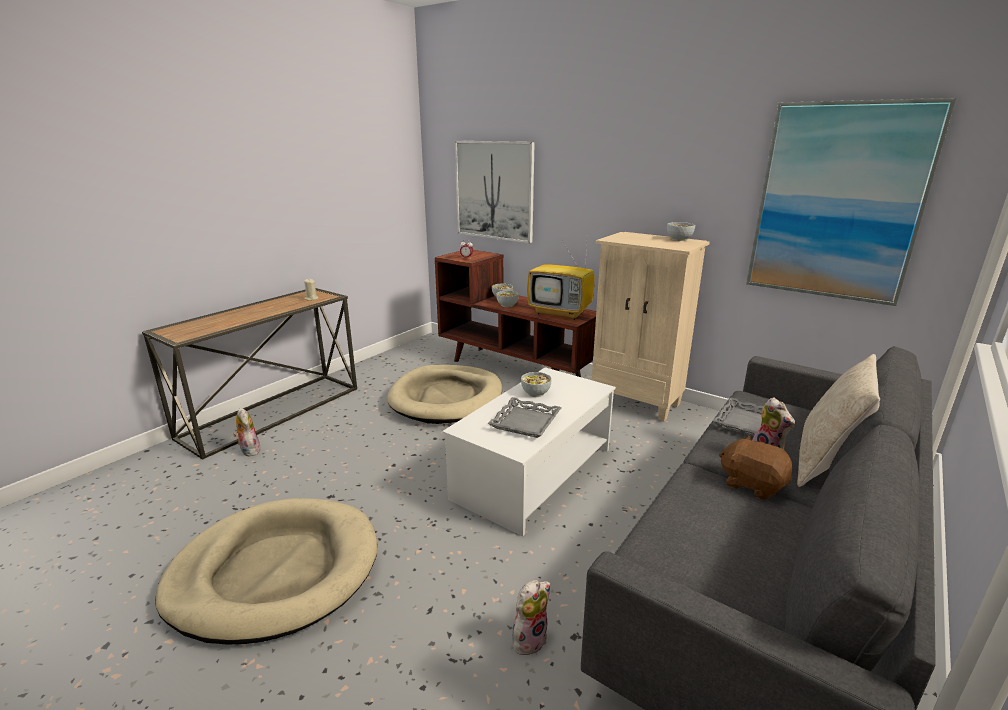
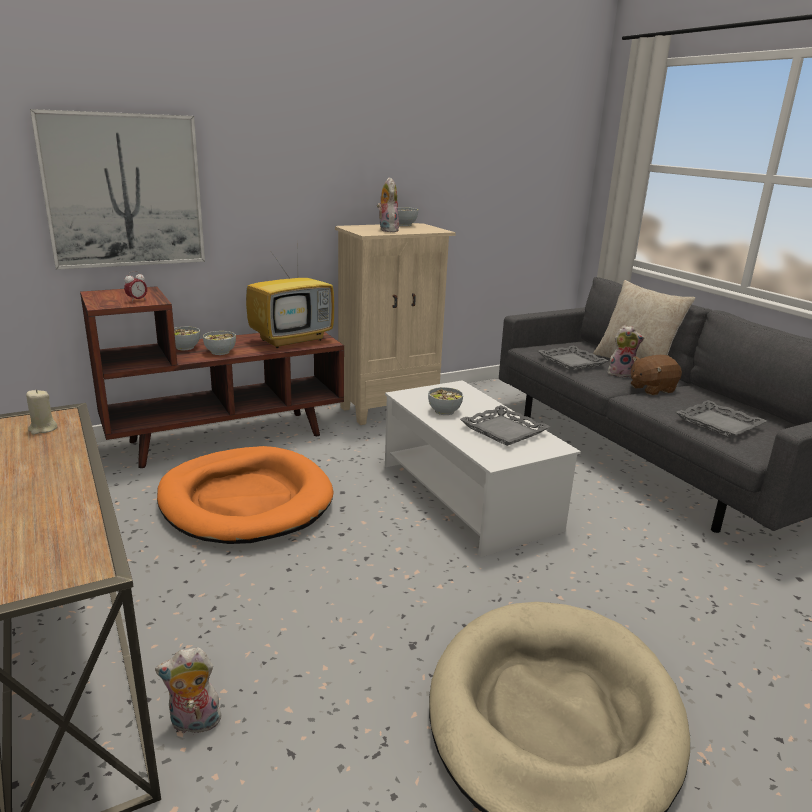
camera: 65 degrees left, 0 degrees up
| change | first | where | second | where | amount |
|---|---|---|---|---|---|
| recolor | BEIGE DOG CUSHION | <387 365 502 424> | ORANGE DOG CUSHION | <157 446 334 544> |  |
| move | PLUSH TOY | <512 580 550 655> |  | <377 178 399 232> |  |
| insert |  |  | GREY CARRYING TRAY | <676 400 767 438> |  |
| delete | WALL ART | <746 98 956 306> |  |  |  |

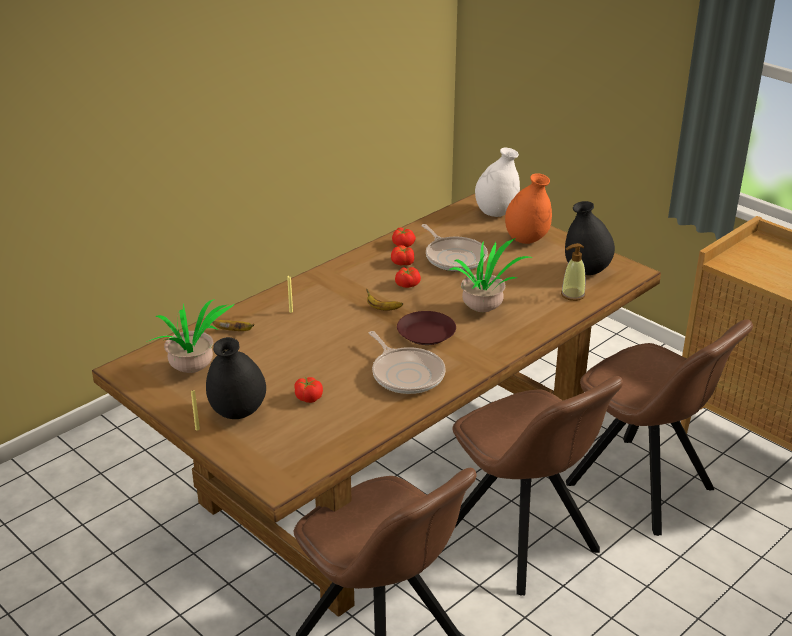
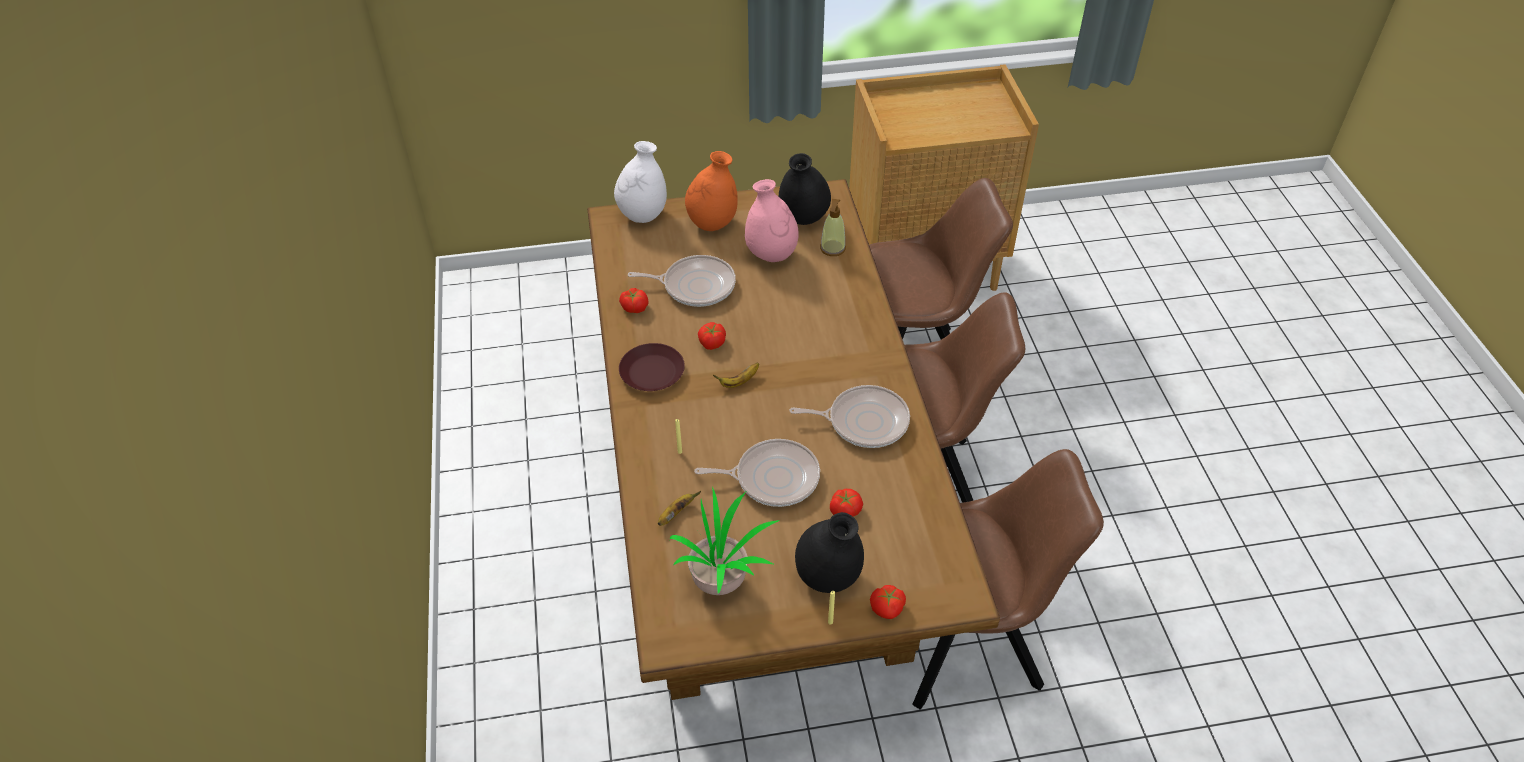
camera: 55 degrees left, 15 degrees up
| change | first | where | second | where | amount |
|---|---|---|---|---|---|
| move | BROWN-COLOURED FLAT DISH | <397 311 456 345> |  | <619 343 685 391> |  |
| insert |  |  | SKILLET | <694 439 820 507> |  |
| insert |  |  | PINK-COLOURED DECORATIVE VASE | <745 179 799 262> |  |
| move | TOMATO | <391 245 414 265> |  | <870 585 906 619> |  |
| delete | POTTED PLANT | <449 238 533 312> |  |  |  |

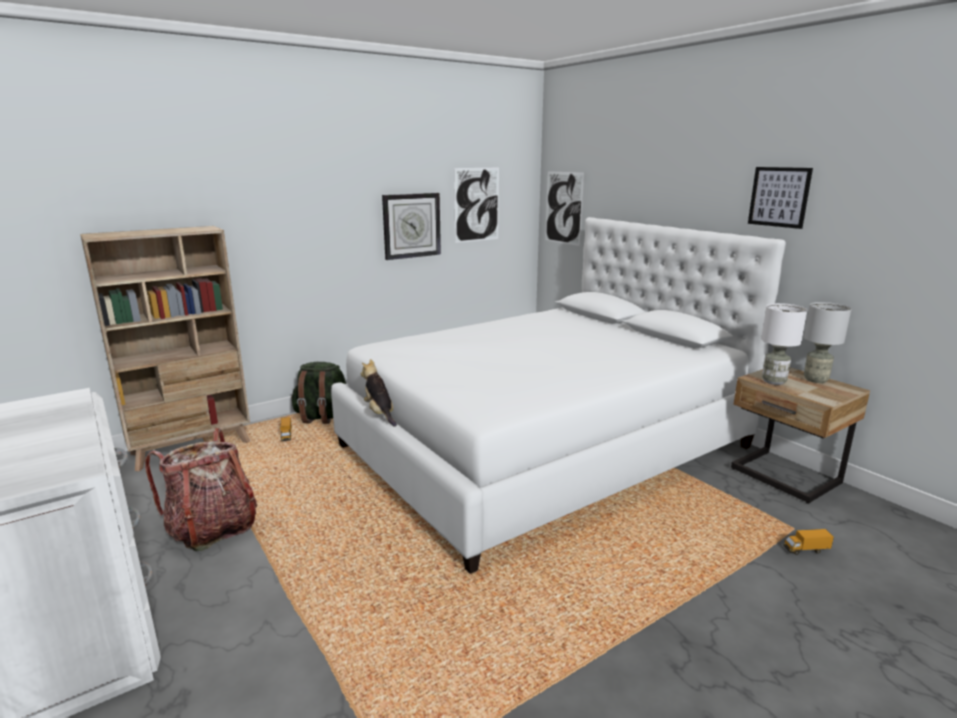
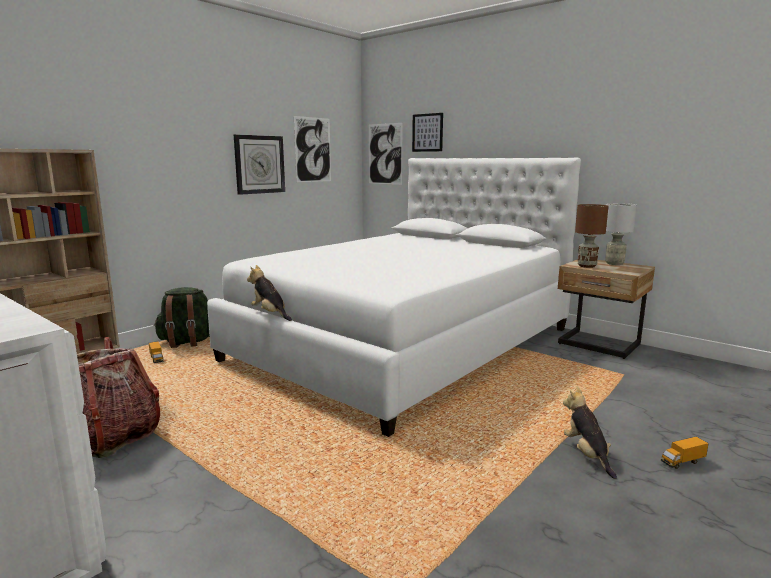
camera: 15 degrees left, 5 degrees down
| change | first | where | second | where | amount |
|---|---|---|---|---|---|
| move | WALL ART | <748 167 813 229> |  | <412 113 443 152> |  |
| insert |  |  | PLUSH TOY | <563 387 617 479> |  |
| recolor | WHITISH TABLE LAMP | <761 303 807 385> | BROWN-COLOURED TABLE LAMP | <575 204 609 268> |  |
| move | TOY LORRY | <783 529 834 555> |  | <661 437 709 469> |  |

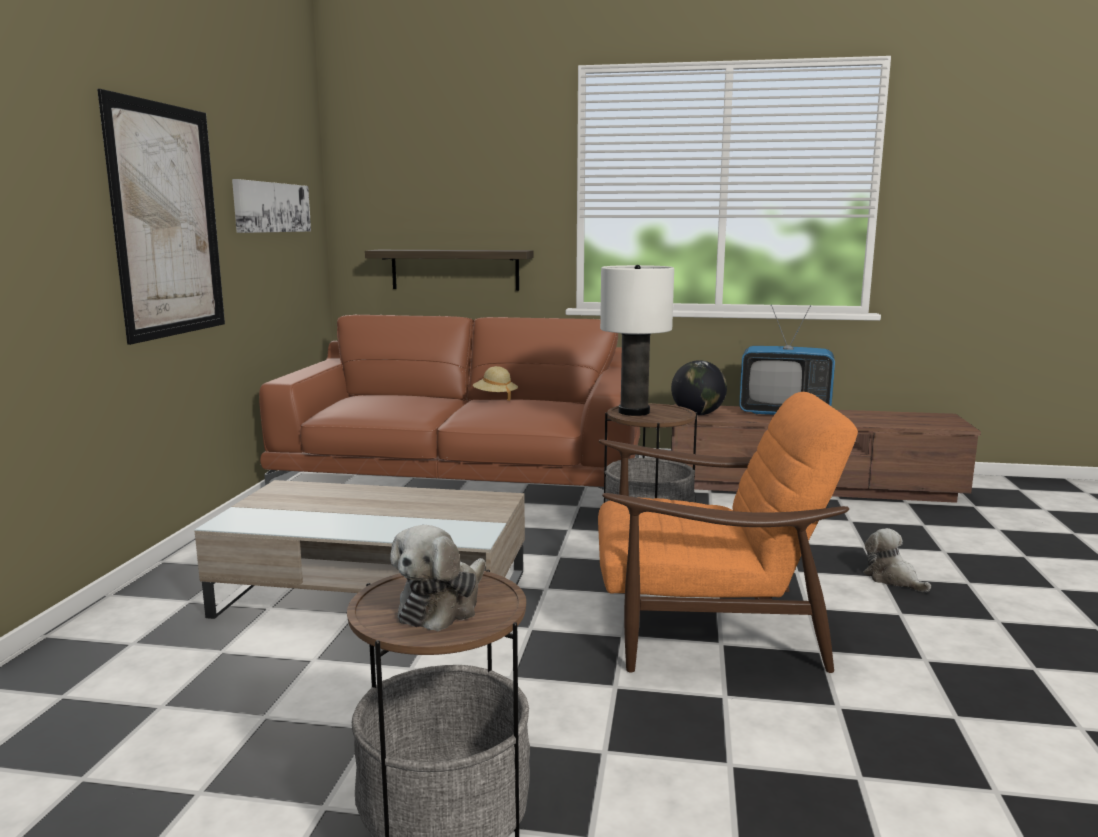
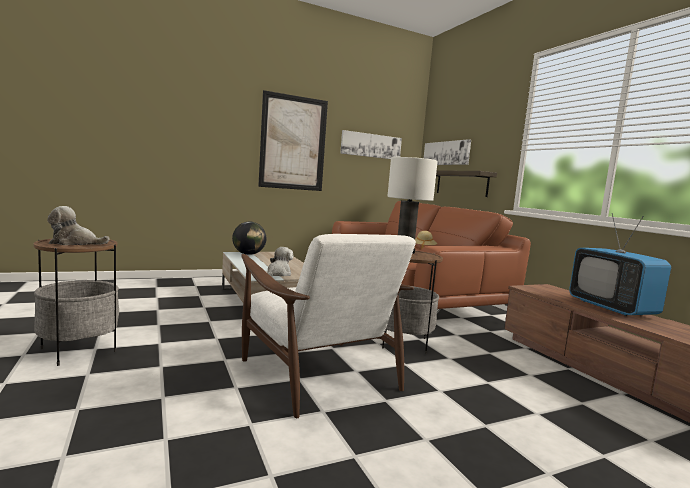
camera: 55 degrees right, 5 degrees down
| change | first | where | second | where | amount |
|---|---|---|---|---|---|
| move | WORLD GLOBE | <671 360 727 415> |  | <232 222 267 255> |  |
| recolor | ORANGE EASY CHAIR | <598 392 858 673> | WHITISH EASY CHAIR | <241 234 416 418> |  |
| move | PLUSH TOY | <863 528 931 592> |  | <266 247 293 277> |  |
| insert |  |  | WALL ART | <424 139 471 165> |  |

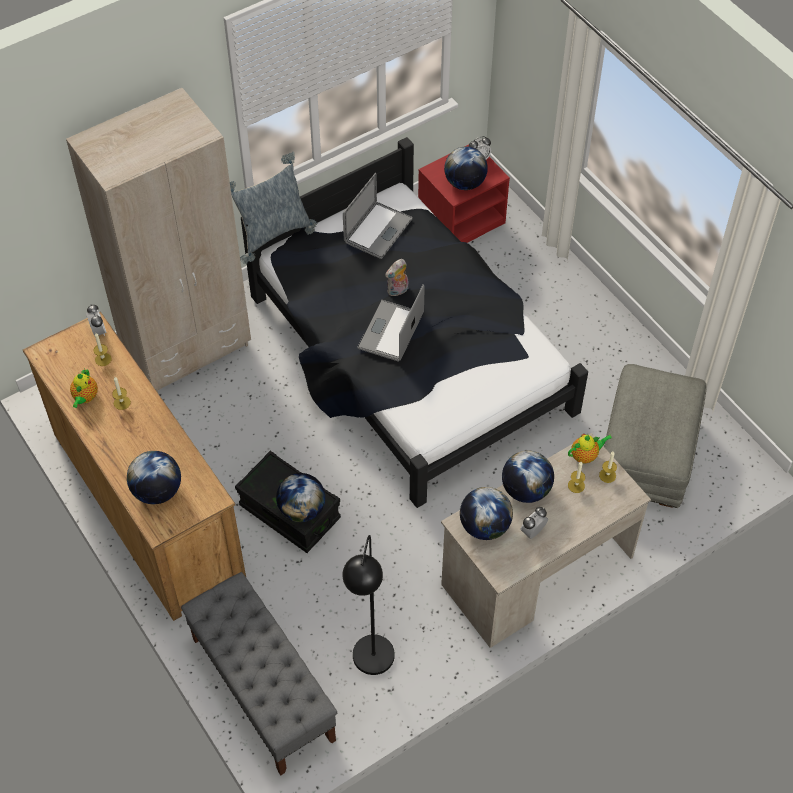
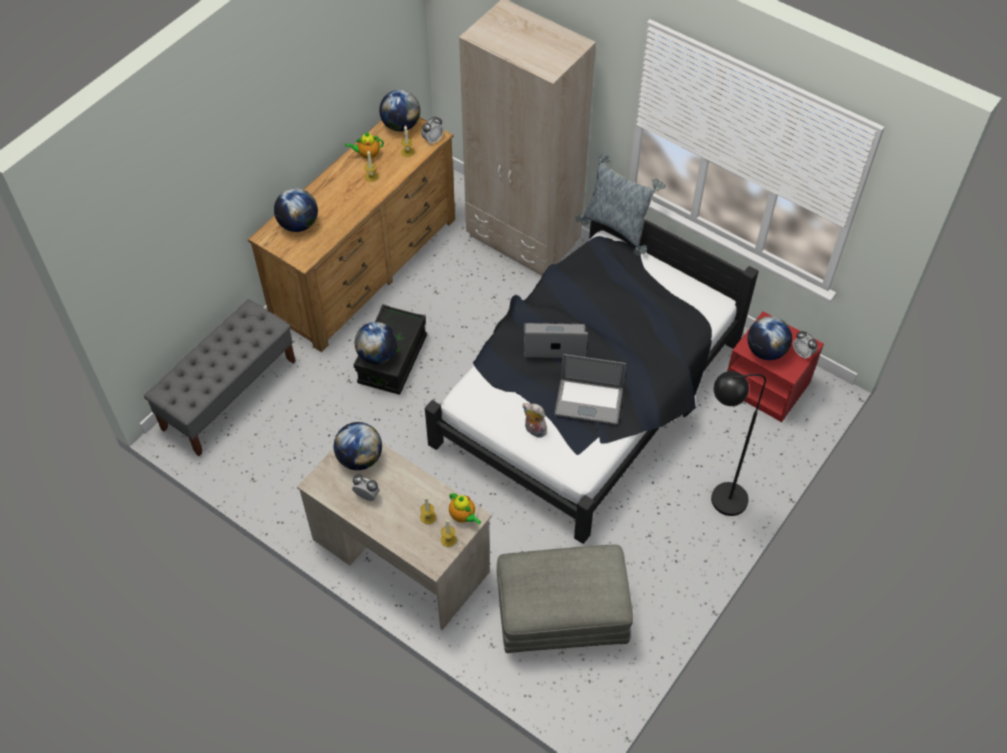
camera: 70 degrees right, 0 degrees up
| change | first | where | second | where | amount |
|---|---|---|---|---|---|
| move | WORLD GLOBE | <502 451 554 503> |  | <379 90 420 132> |  |
| move | PLUSH TOY | <385 259 409 296> |  | <523 403 547 438> |  |
| move | NOTEBOOK COMPUTER | <343 173 413 259> |  | <555 354 626 425> |  |
| move | BLACK-COLOURED STANDING LAMP | <342 535 395 675> |  | <711 371 766 516> |  |

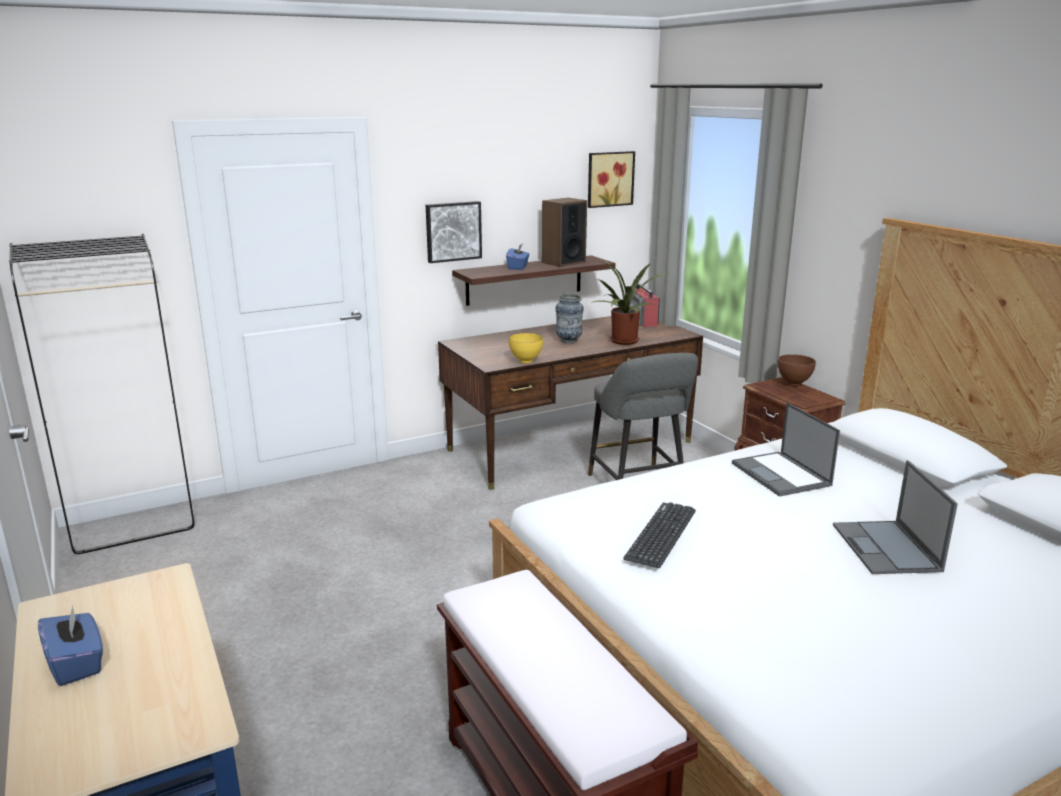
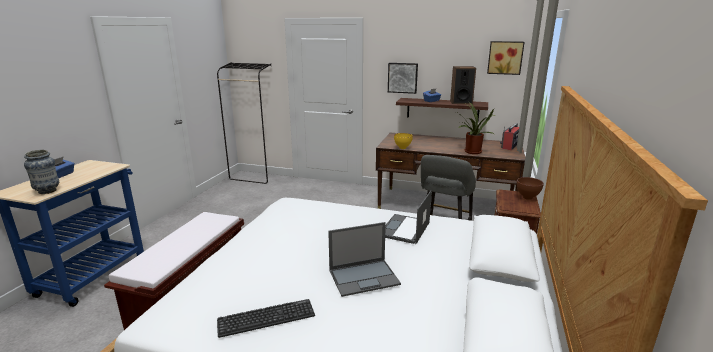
camera: 45 degrees right, 0 degrees up
| change | first | where | second | where | amount |
|---|---|---|---|---|---|
| move | DECORATIVE VASE | <556 293 584 343> |  | <24 150 59 194> |  |
| move | PC KEYBOARD | <623 502 696 568> |  | <217 299 315 338> |  |
| rotate | NOTEBOOK COMPUTER | <833 460 958 574> |  | <328 222 401 297> | 150 degrees counterclockwise |

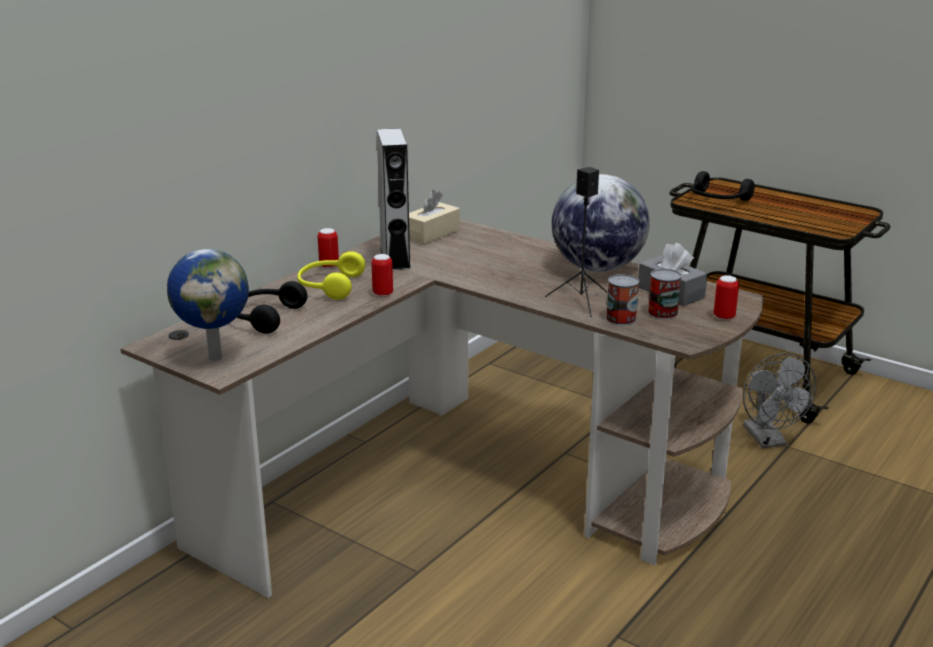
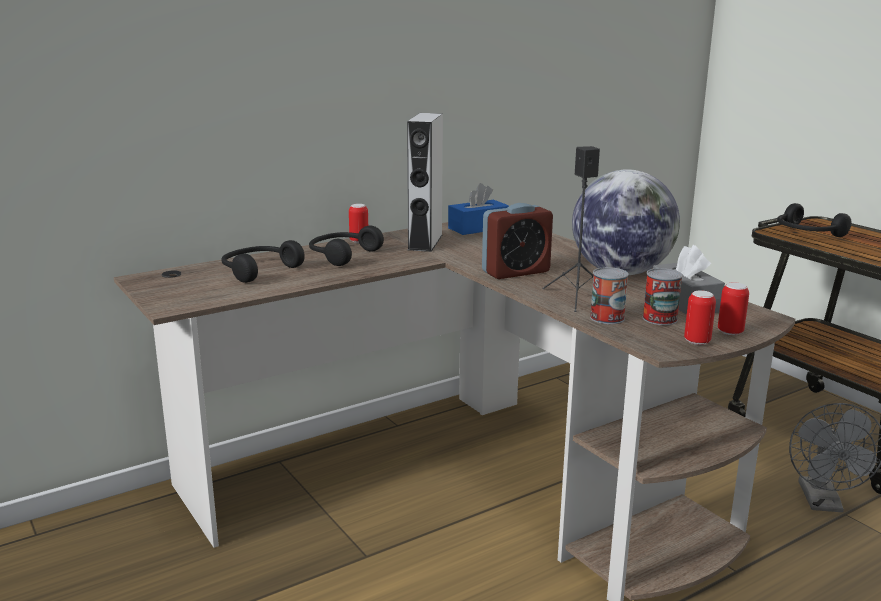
camera: 20 degrees right, 5 degrees down
| change | first | where | second | where | amount |
|---|---|---|---|---|---|
| recolor | YELLOW-COLOURED PAIR OF HEADPHONES | <297 251 365 300> | BLACK-COLOURED PAIR OF HEADPHONES | <309 226 384 266> |  |
| recolor | BEIGE TISSUE HOLDER | <409 190 460 244> | BLUISH TISSUE HOLDER | <448 183 509 235> |  |
| insert |  |  | ALARM CLOCK | <482 203 553 279> |  |
| move | SEALED CAN | <371 254 393 297> |  | <684 290 716 345> |  |
| delete | WORLD GLOBE | <167 249 249 361> |  |  |  |

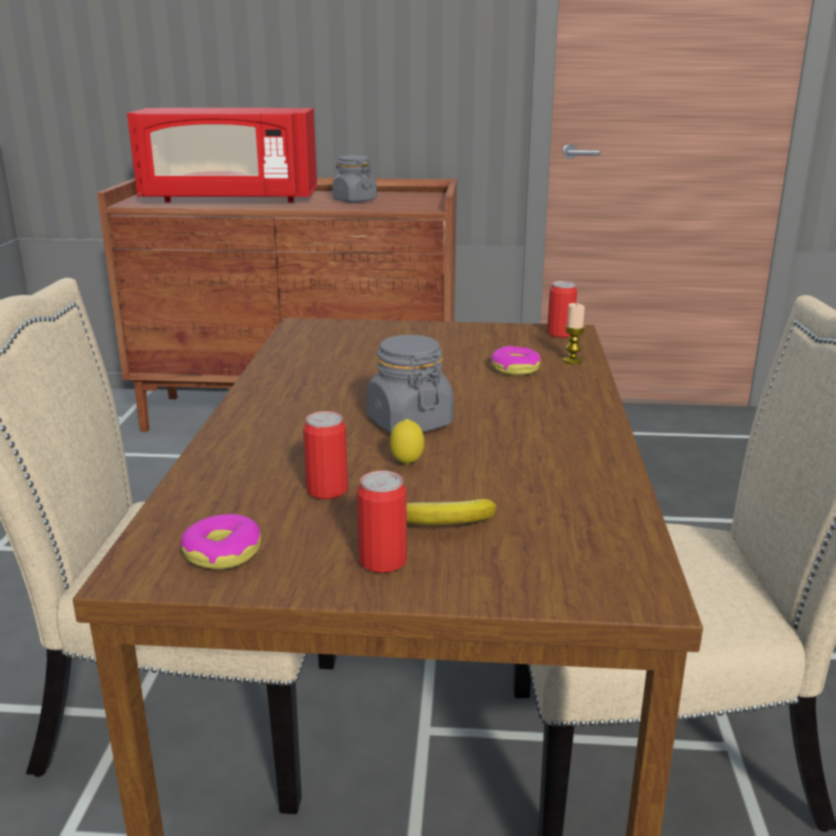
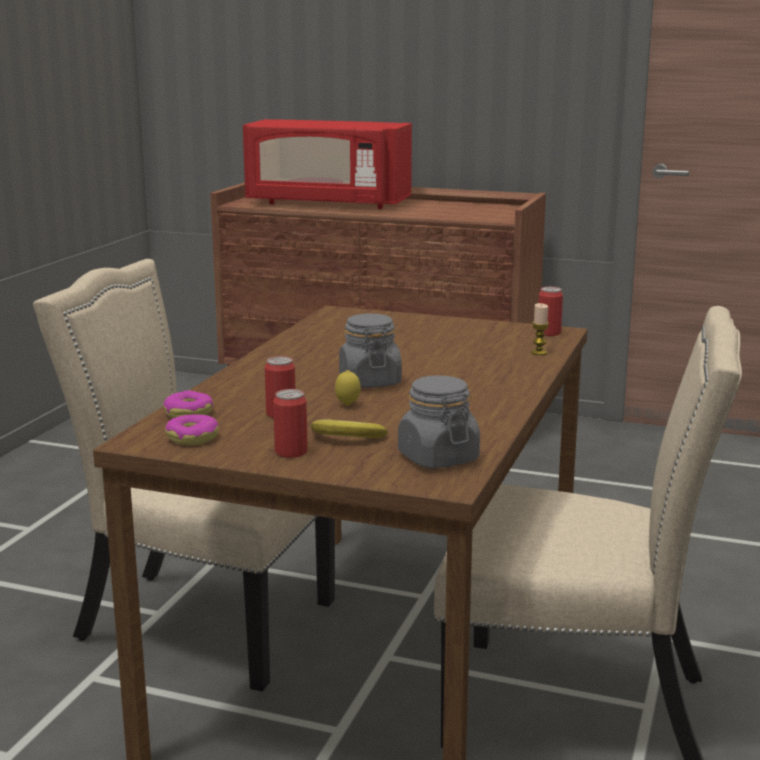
camera: 15 degrees right, 5 degrees down
| change | first | where | second | where | amount |
|---|---|---|---|---|---|
| move | DOUGHNUT | <491 346 541 375> |  | <163 390 213 418> |  |
| move | GREY JAR | <332 155 377 203> |  | <398 375 480 469> |  |

